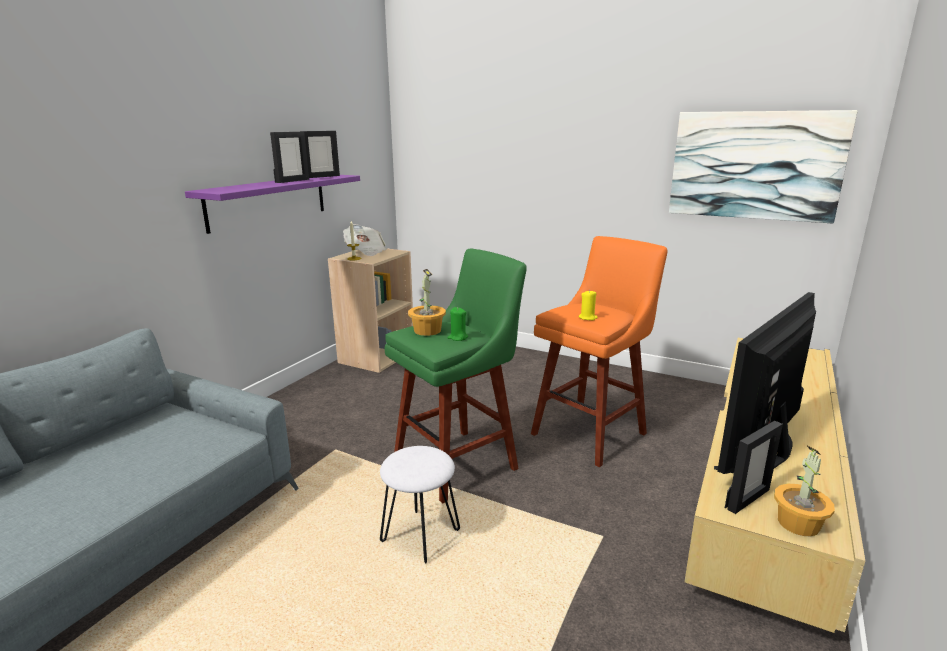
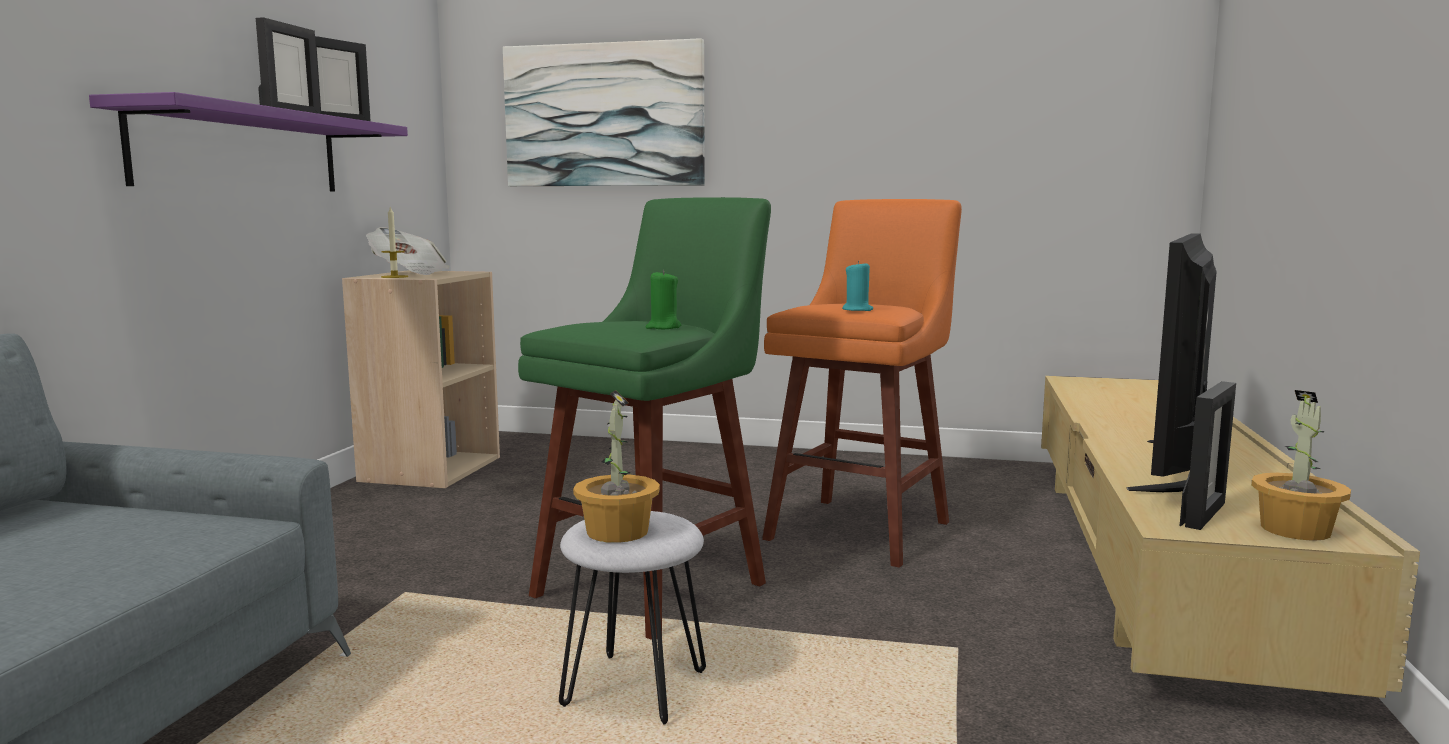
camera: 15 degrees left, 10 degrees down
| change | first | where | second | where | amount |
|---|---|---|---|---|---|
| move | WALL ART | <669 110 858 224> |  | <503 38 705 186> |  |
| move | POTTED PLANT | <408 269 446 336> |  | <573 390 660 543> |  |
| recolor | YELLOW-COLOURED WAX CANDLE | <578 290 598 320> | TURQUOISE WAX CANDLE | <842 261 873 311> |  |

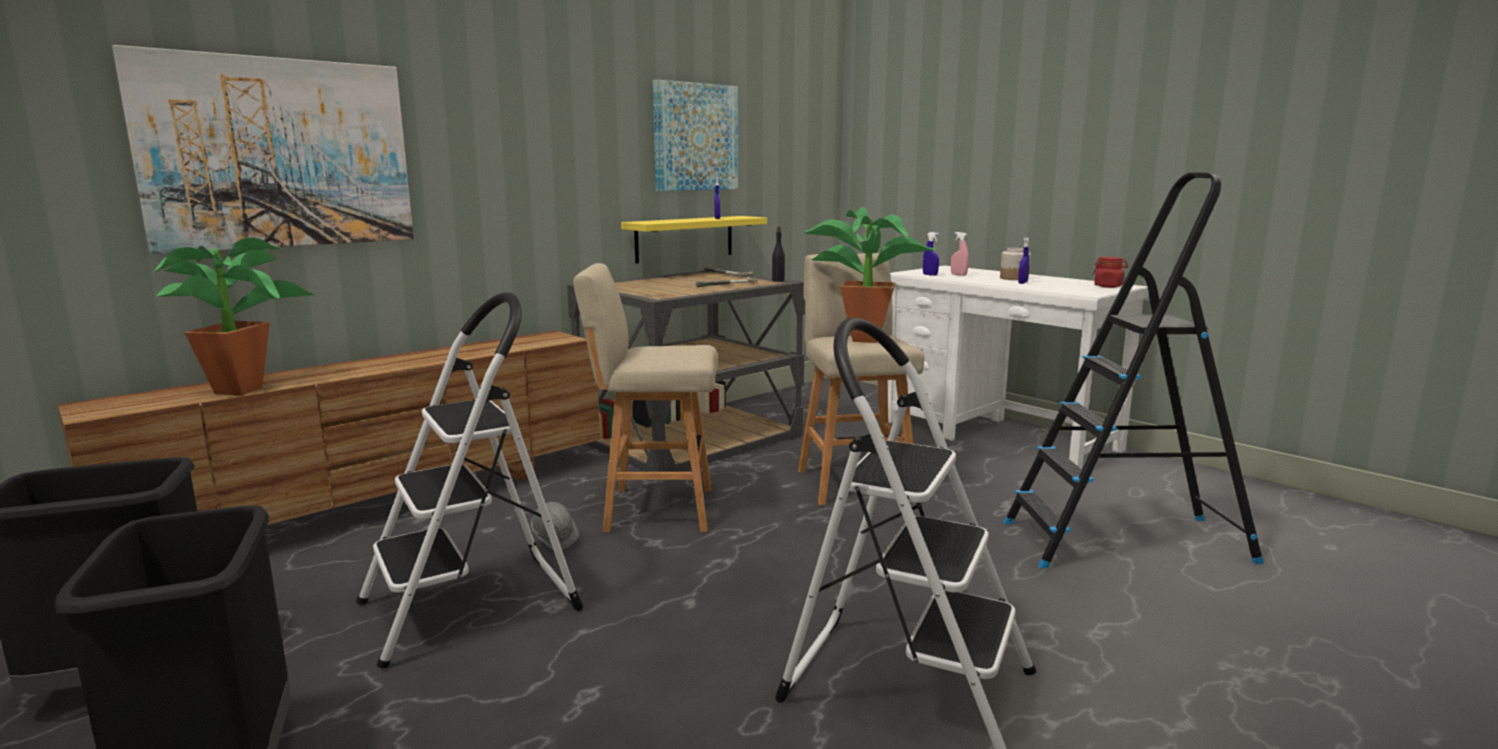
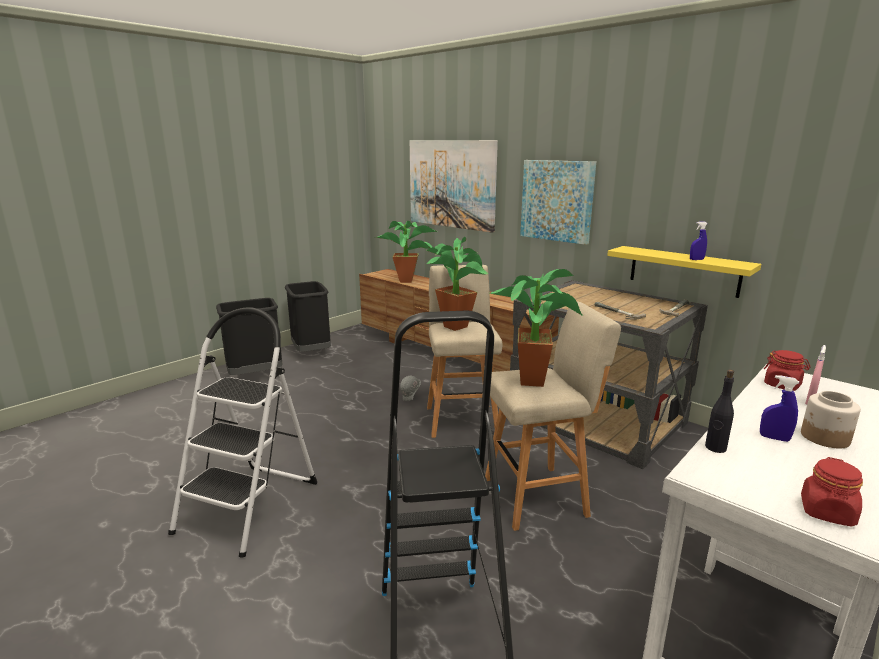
camera: 85 degrees right, 5 degrees up
| change | first | where | second | where | amount |
|---|---|---|---|---|---|
| insert |  |  | POTTED PLANT | <427 237 488 331> |  |
| move | WALL ART | <653 79 738 191> |  | <520 160 596 245> |  |
| move | BLACK-COLOURED BOTTLE | <772 227 785 282> |  | <705 369 734 453> |  |
| replace | BLUISH SPRAYER | <923 232 939 276> | RED JAR | <764 350 811 391> |  |
| delete | STEPLADDER | <356 292 583 668> |  |  |  |

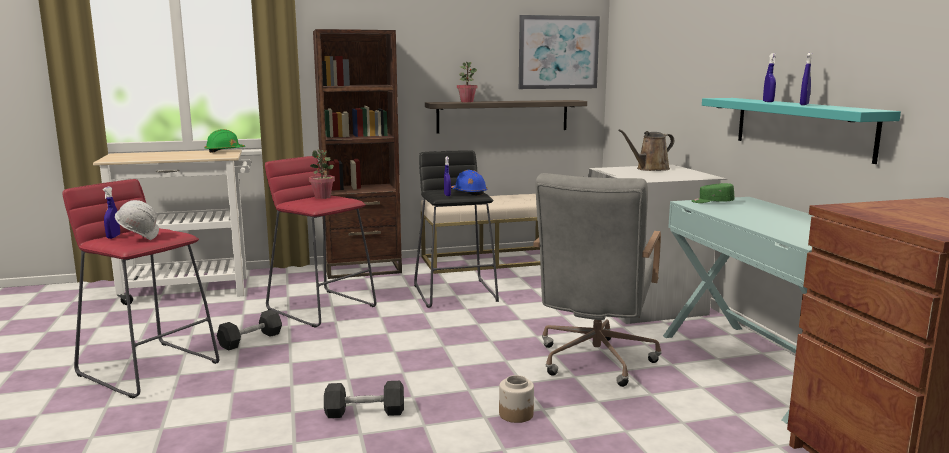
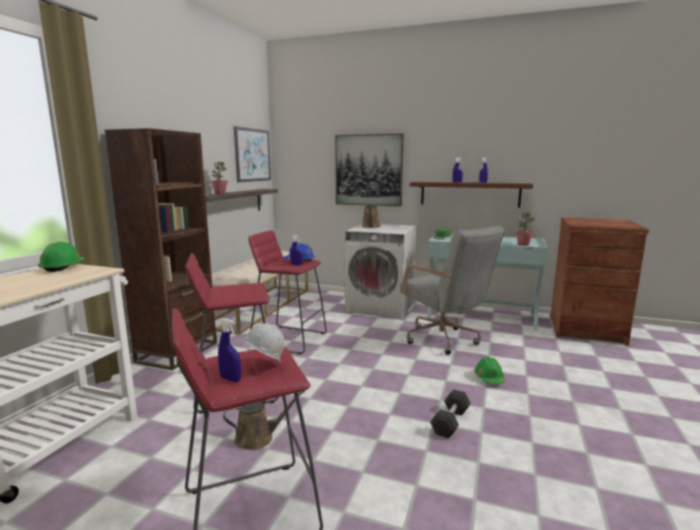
camera: 55 degrees left, 0 degrees up
| change | first | where | second | where | amount |
|---|---|---|---|---|---|
| replace | BLACK-COLOURED HAND WEIGHT | <217 310 282 351> | BROWN-COLOURED WATERING POT | <223 391 305 450> |  |
| recolor | BLACK-COLOURED STOOL SEAT | <414 150 499 308> | RED STOOL SEAT | <248 230 327 354> |  |
| insert |  |  | WALL ART | <335 134 404 207> |  |
| recolor | TURQUOISE BRACKET SHELF | <702 98 901 164> | BROWN-COLOURED BRACKET SHELF | <410 182 533 208> |  |
| replace | JAR | <499 375 534 423> | GREENISH WORK HELMET | <475 357 505 384> |  |
| move | POTTED PLANT | <309 149 335 199> |  | <515 212 535 246> |  |

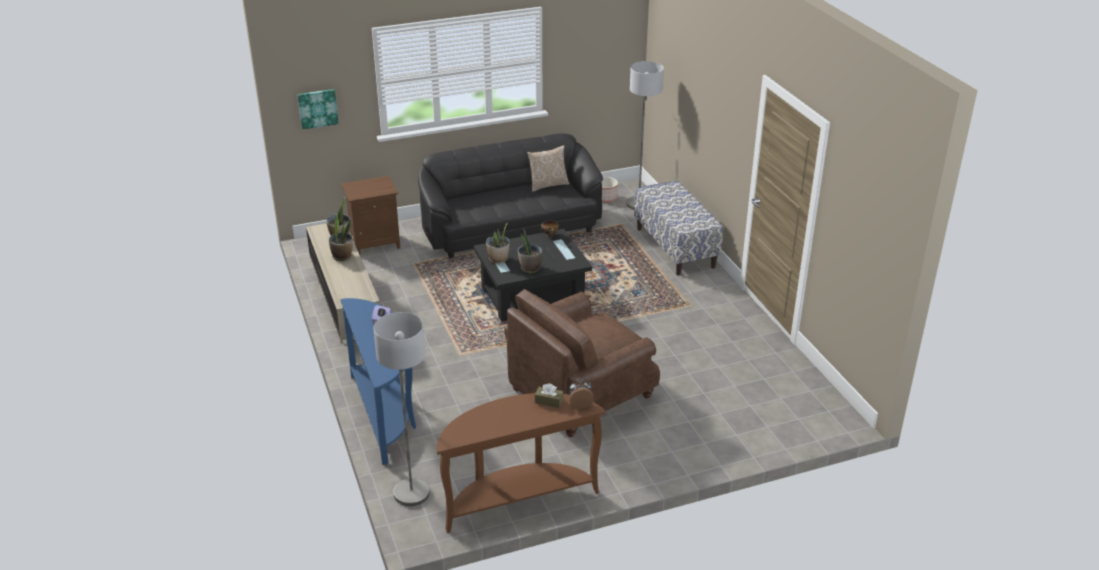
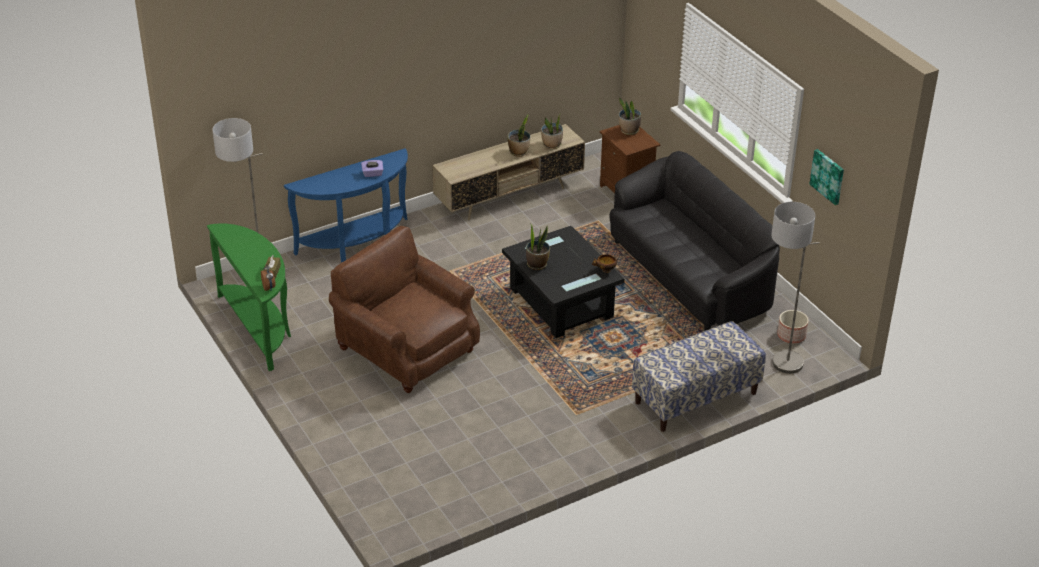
camera: 80 degrees right, 5 degrees up
| change | first | where | second | where | amount |
|---|---|---|---|---|---|
| recolor | BROWN-COLOURED NARROW TABLE | <436 393 606 533> | GREENISH NARROW TABLE | <207 223 291 371> |  |
| move | POTTED PLANT | <486 222 510 264> |  | <619 98 641 135> |  |
| move | WALL ART | <297 89 339 129> |  | <809 149 844 205> |  |
| delete | THROW PILLOW | <527 145 570 192> |  |  |  |

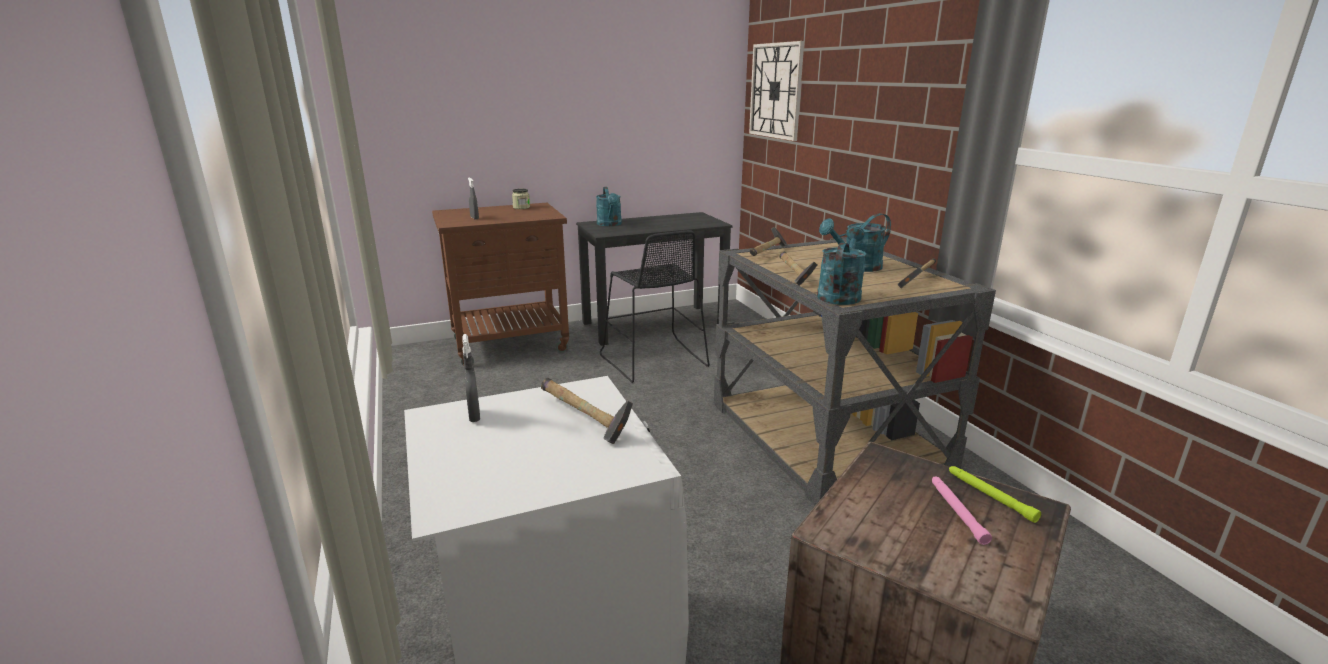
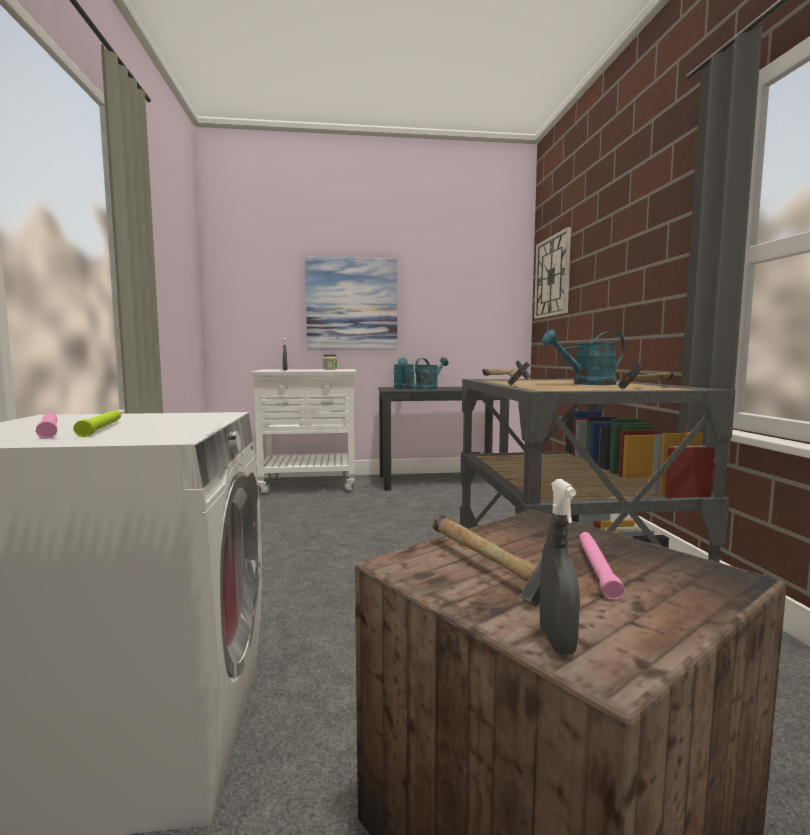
camera: 15 degrees right, 15 degrees down
| change | first | where | second | where | amount |
|---|---|---|---|---|---|
| insert |  |  | PINK-COLOURED FLASHLIGHT | <36 413 57 439> |  |
| move | GREENISH FLASHLIGHT | <949 466 1041 523> |  | <73 410 121 437> |  |
| recolor | BROWN-COLOURED CART | <432 203 569 366> | WHITISH CART | <250 369 357 495> |  |
| insert |  |  | WALL ART | <305 256 397 350> |  |
| move | TURQUOISE WATERING POT | <817 226 866 305> |  | <415 357 449 390> |  |
| move | HAMMER | <541 378 633 444> |  | <433 515 542 607> |  |
| move | GREY SPRAYER | <462 334 480 422> |  | <540 479 580 655> |  |
| delete | BLACK-COLOURED STOOL SEAT | <600 230 710 383> |  |  |  |

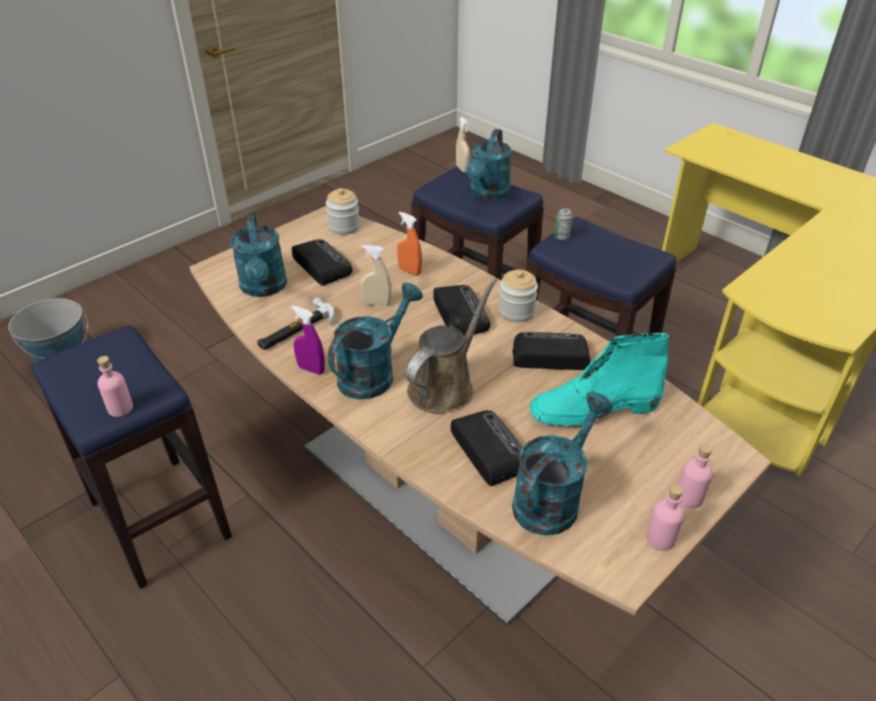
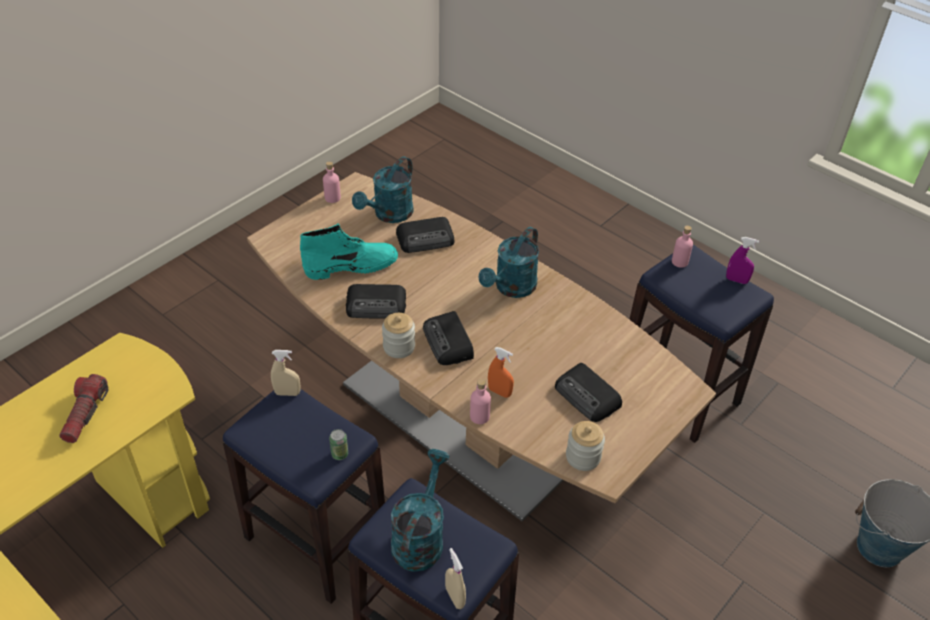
camera: 175 degrees right, 5 degrees up
| change | first | where | second | where | amount |
|---|---|---|---|---|---|
| insert |  |  | FLASHLIGHT | <60 374 108 443> |  |
| move | BEIGE SPRAYER | <361 245 392 306> |  | <271 350 301 396> |  |
| rotate | RADIO SET | <451 410 523 486> |  | <396 217 454 253> | 75 degrees counterclockwise |
| move | PINK-COLOURED BOTTLE | <678 444 713 509> |  | <470 379 491 424> |  |
| move | PURPLE SPRAYER | <291 306 325 375> |  | <726 237 759 284> |  |
| delete | TURQUOISE WATERING POT | <231 212 287 297> |  |  |  |
| delete | HAMMER | <257 297 334 350> |  |  |  |
| delete | BROWN-COLOURED WATERING POT | <406 278 497 414> |  |  |  |

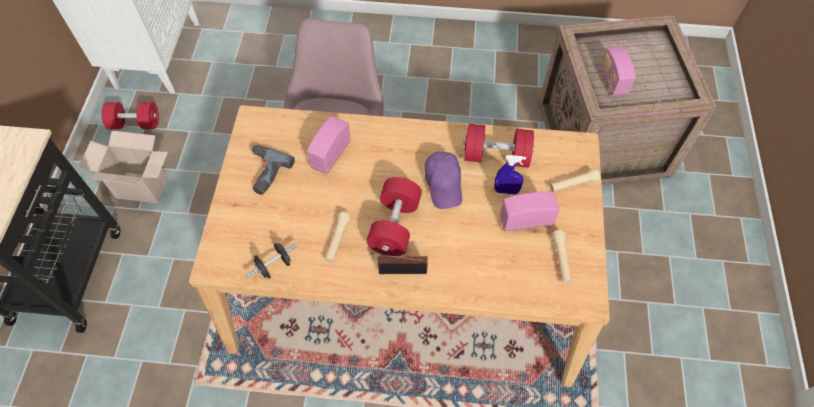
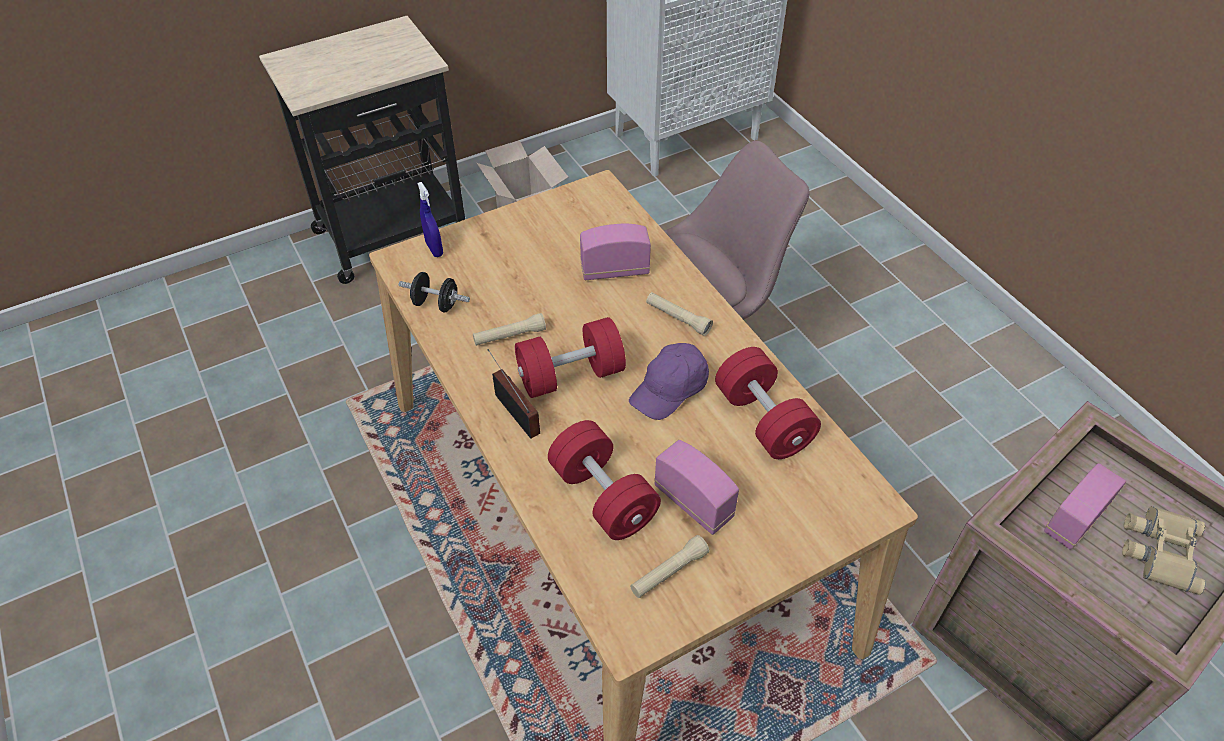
camera: 55 degrees right, 10 degrees down
| change | first | where | second | where | amount |
|---|---|---|---|---|---|
| move | BLUISH SPRAYER | <494 155 526 194> |  | <417 182 443 257> |  |
| move | RED HAND WEIGHT | <101 102 159 129> |  | <548 420 661 540> |  |
| move | BEIGE FLASHLIGHT | <550 169 601 192> |  | <646 292 713 336> |  |
| insert |  |  | BEIGE BINOCULARS | <1122 506 1206 595> |  |
| delete | POWER DRILL | <251 145 295 195> |  |  |  |

